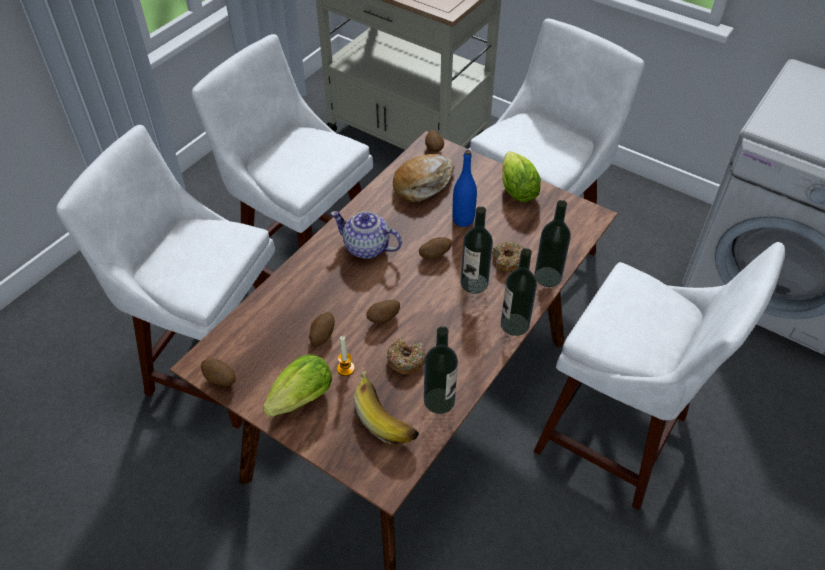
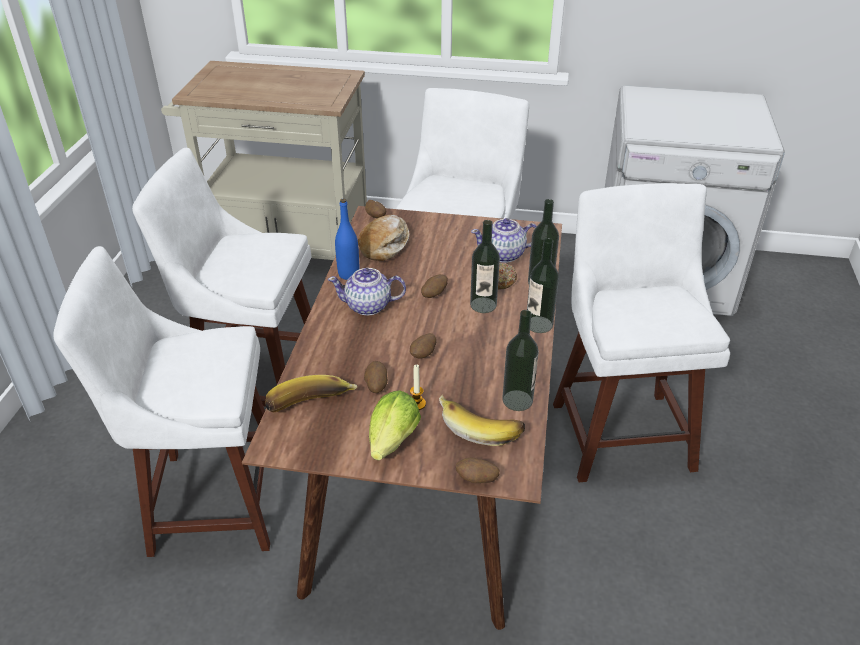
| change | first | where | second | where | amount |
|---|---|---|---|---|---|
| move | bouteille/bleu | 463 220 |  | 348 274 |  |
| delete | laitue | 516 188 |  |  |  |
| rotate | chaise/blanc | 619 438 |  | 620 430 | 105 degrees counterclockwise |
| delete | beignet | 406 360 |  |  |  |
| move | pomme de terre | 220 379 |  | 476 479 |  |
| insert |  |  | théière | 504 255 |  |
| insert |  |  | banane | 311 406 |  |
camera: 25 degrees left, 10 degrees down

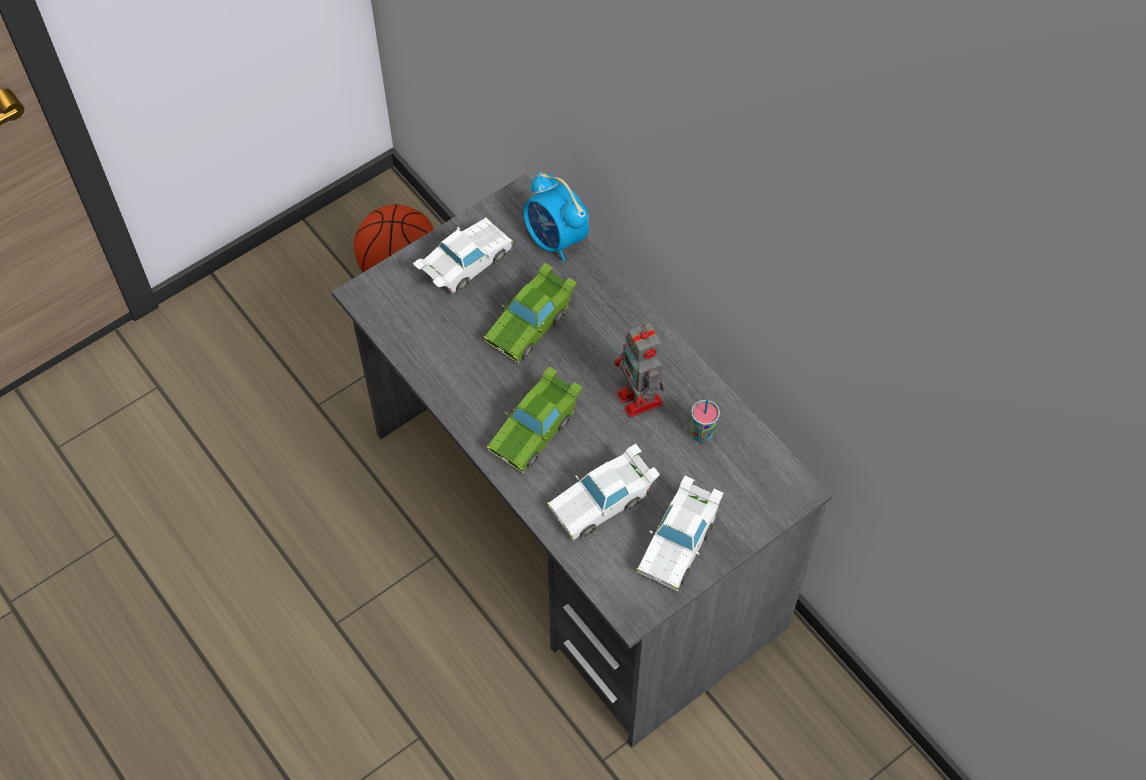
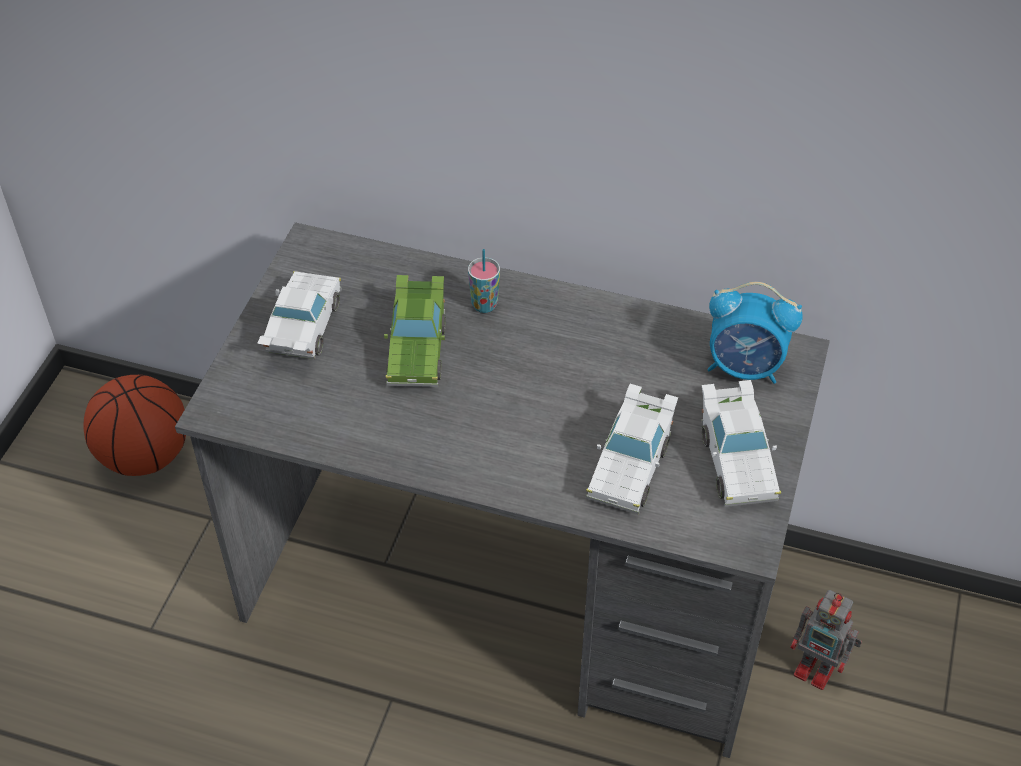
| change | first | where | second | where | amount |
|---|---|---|---|---|---|
| move | réveil | 555 240 |  | 745 367 |  |
| move | robot jouet | 640 400 |  | 818 669 |  |
| delete | petite voiture/vert | 535 430 |  |  |  |
| move | tasse | 702 434 |  | 484 305 |  |
camera: 35 degrees left, 10 degrees down

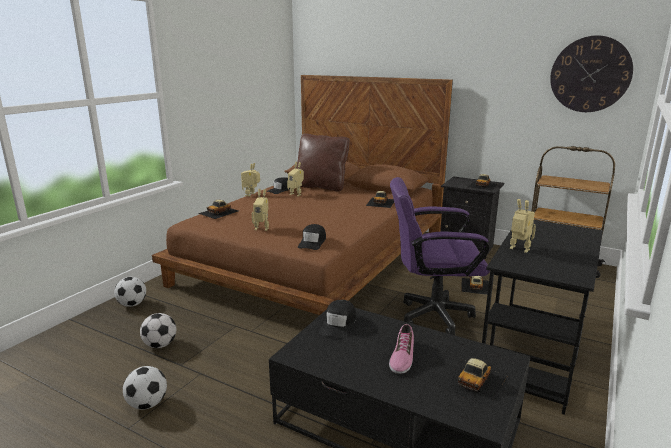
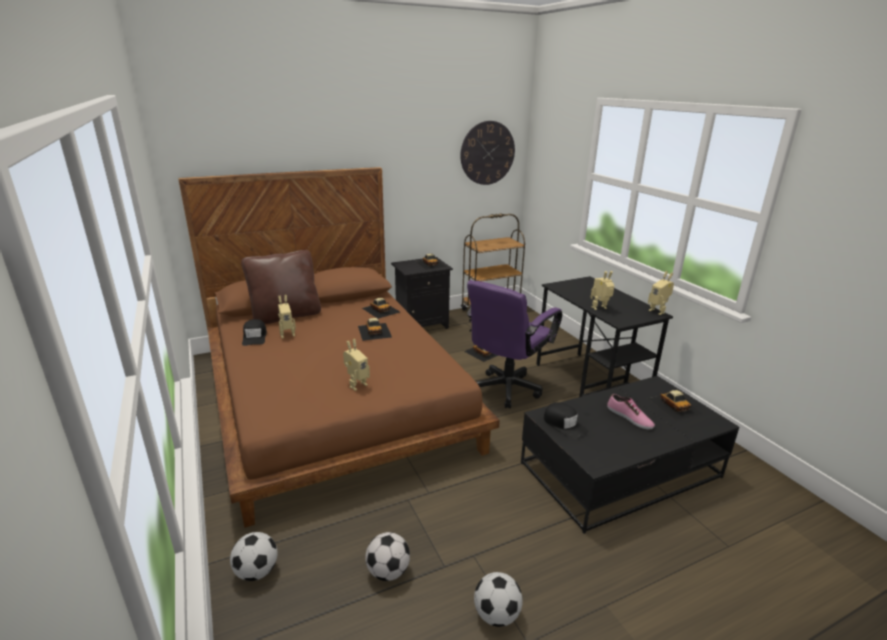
| change | first | where | second | where | amount |
|---|---|---|---|---|---|
| move | robot jouet | 251 195 |  | 658 311 |  |
| move | petite voiture | 219 212 |  | 374 331 |  |
| delete | casquette/noir | 312 242 |  |  |  |
camera: 55 degrees left, 5 degrees up

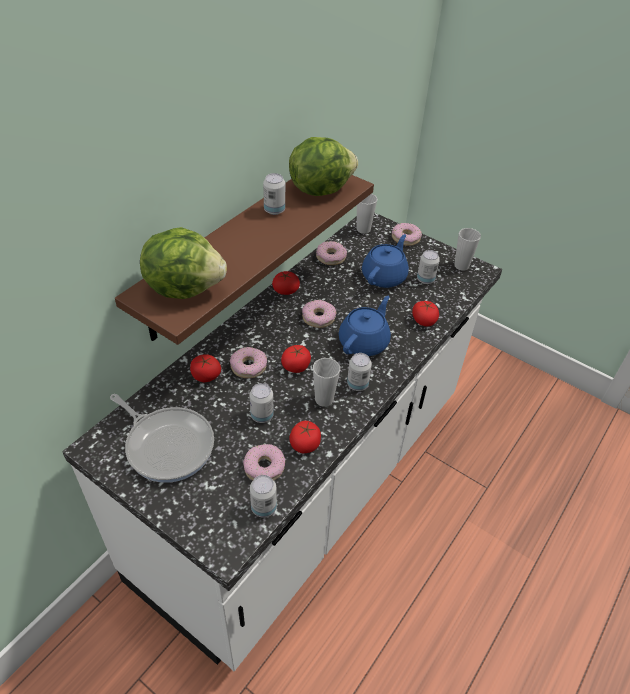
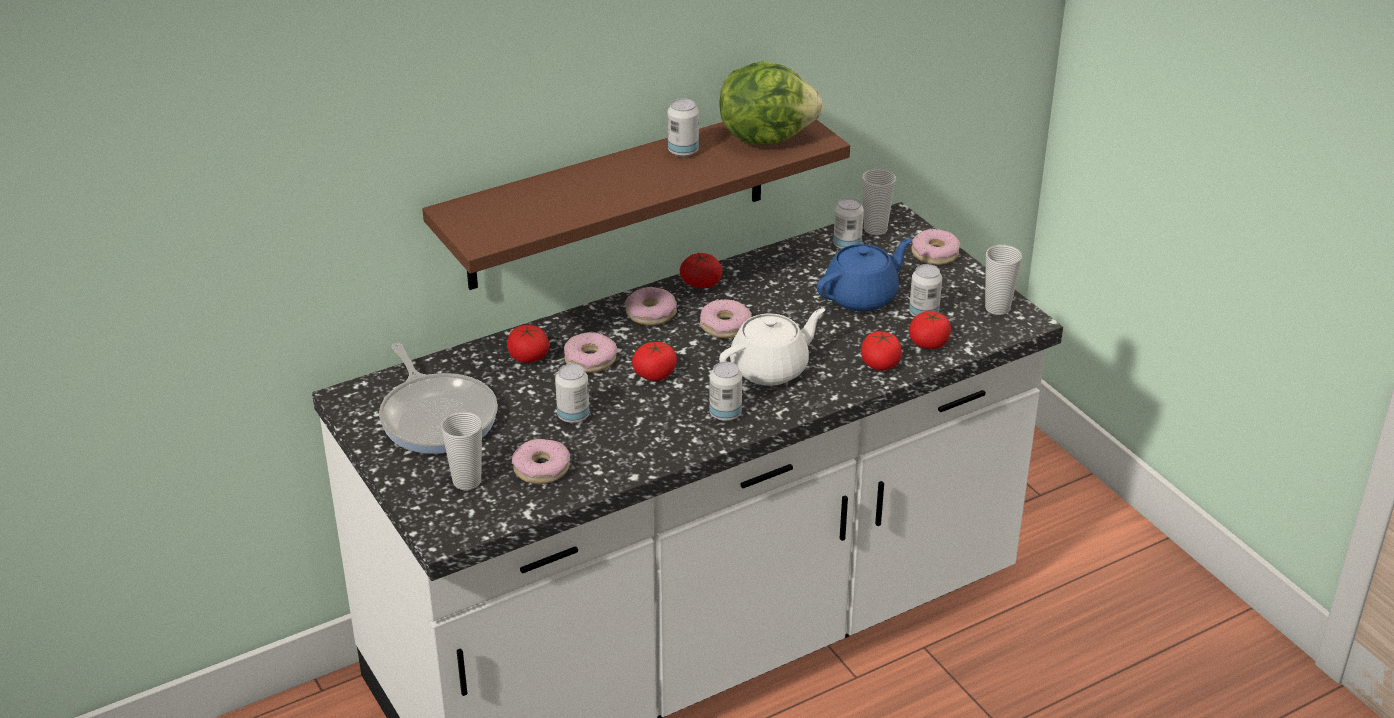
| change | first | where | second | where | amount |
|---|---|---|---|---|---|
| delete | laitue | 185 287 |  |  |  |
| move | beignet | 331 257 |  | 651 313 |  |
| recolor | théière/bleu | 364 342 | théière/blanc | 771 369 |  |
| move | tasse | 324 399 |  | 467 481 |  |
| move | tomate | 305 444 |  | 929 342 |  |
| move | boîte métallique | 263 507 |  | 847 245 |  |
camera: 25 degrees right, 10 degrees down

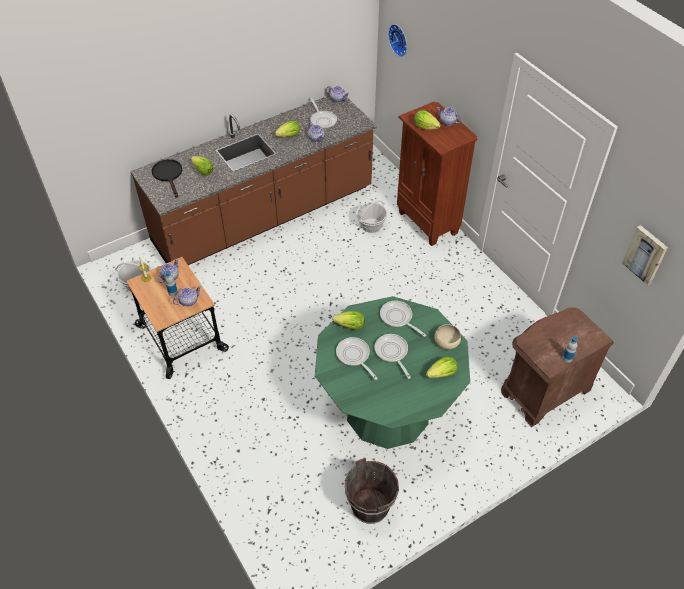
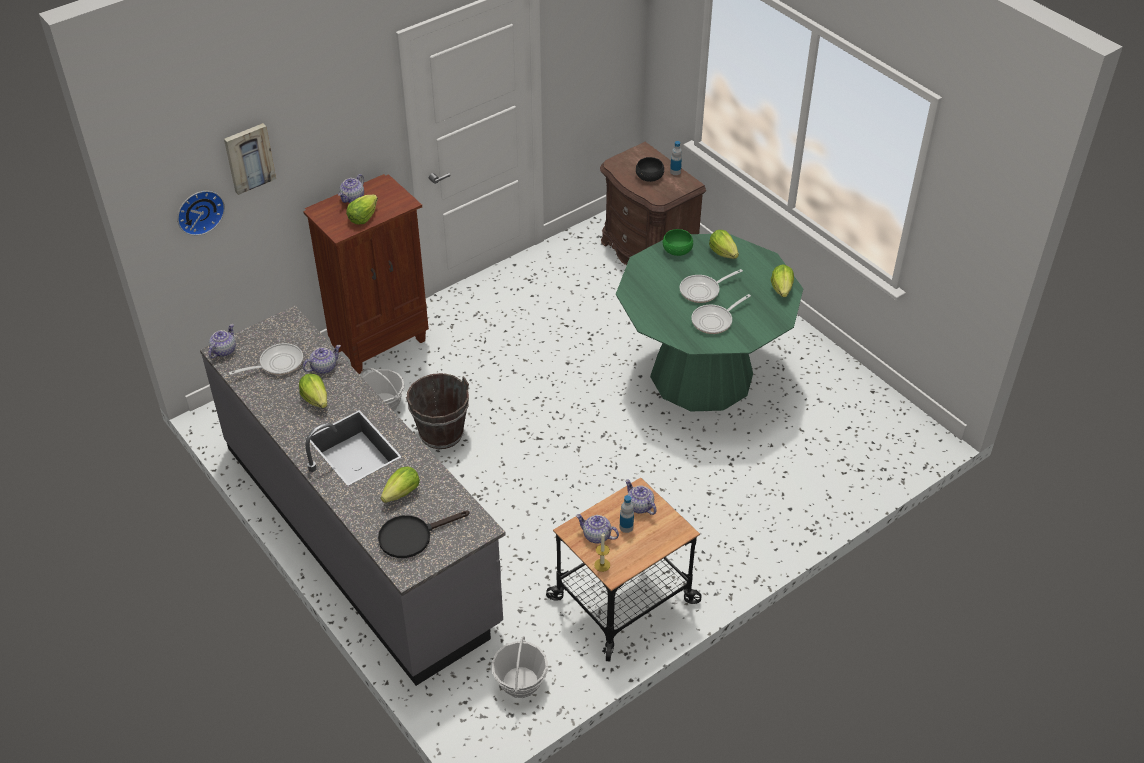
| change | first | where | second | where | amount |
|---|---|---|---|---|---|
| recolor | comptoir de cuisine/marron | 264 216 | comptoir de cuisine/gris | 360 533 |  |
| move | tableau | 645 254 |  | 249 157 |  |
| delete | poêle | 398 318 |  |  |  |
| move | laitue | 350 326 |  | 782 289 |  |
| recolor | bol/beige | 446 341 | bol/vert | 677 249 |  |
| move | seau/marron | 370 506 |  | 441 433 |  |
| insert |  |  | bol/noir | 649 176 |  |
camera: 95 degrees left, 5 degrees down

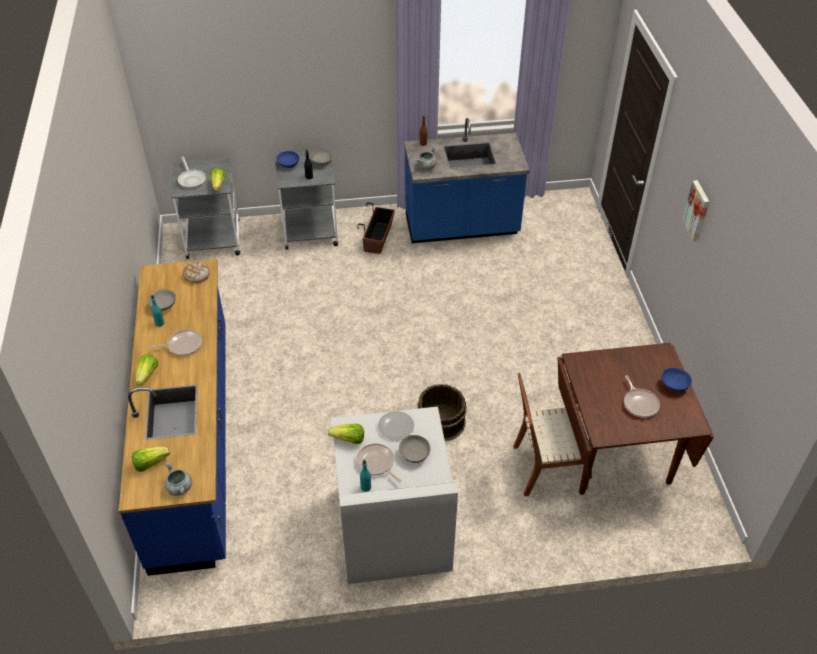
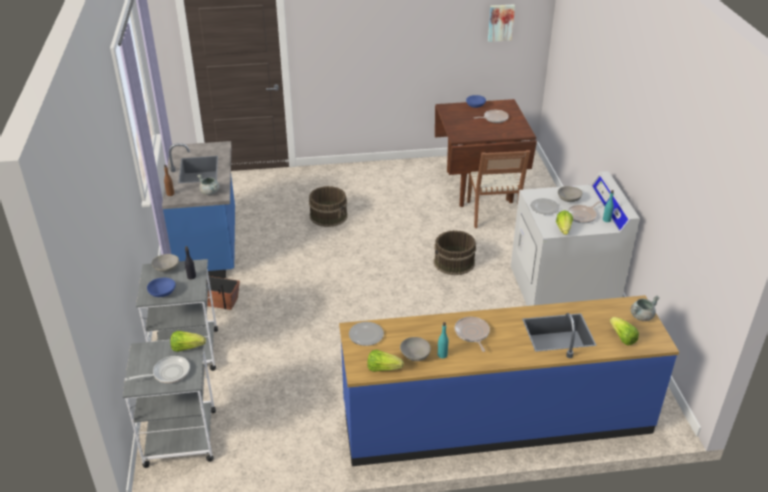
| change | first | where | second | where | amount |
|---|---|---|---|---|---|
| move | tableau | 697 210 |  | 500 22 |  |
| replace | pain | 196 275 | assiette | 366 335 |  |
| move | laitue | 147 375 |  | 383 368 |  |
| insert |  |  | seau/marron | 329 215 |  |
camera: 90 degrees left, 10 degrees down

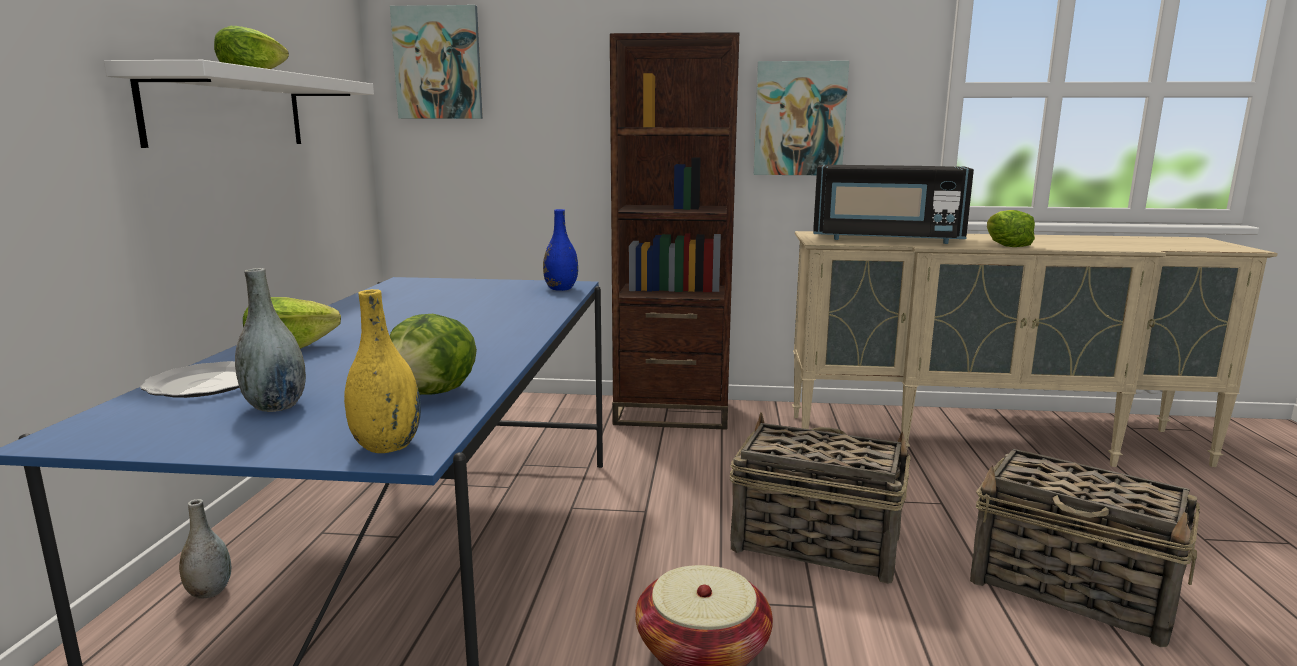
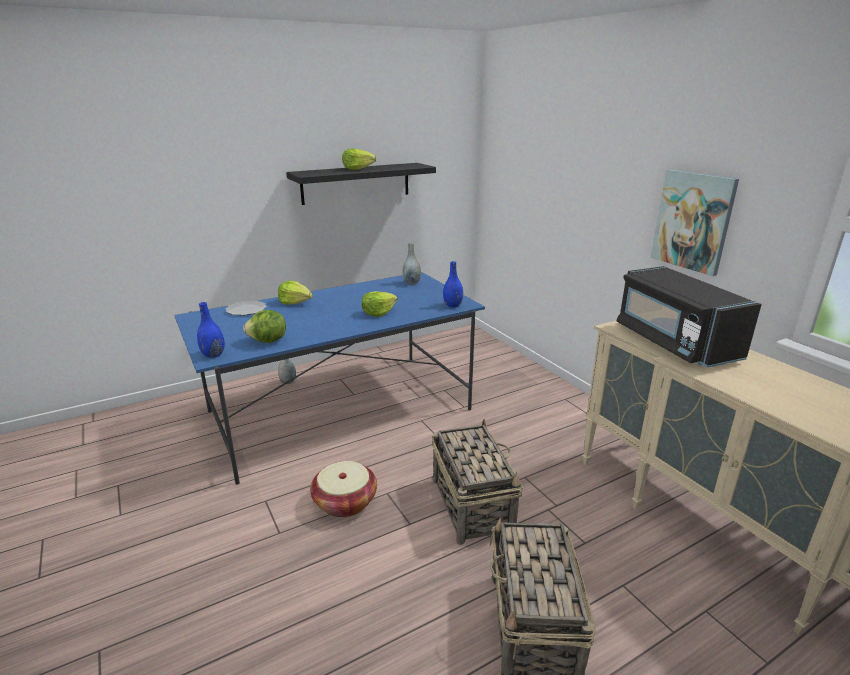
| change | first | where | second | where | amount |
|---|---|---|---|---|---|
| delete | tableau | 438 63 |  |  |  |
| delete | bibliothèque/marron | 672 413 |  |  |  |
| recolor | étagère/blanc | 227 110 | étagère/noir | 356 183 |  |
| move | laitue | 1005 245 |  | 378 313 |  |
| move | vase/gris | 275 406 |  | 411 283 |  |
| recolor | vase/jaune | 386 446 | vase/bleu | 213 355 |  |
camera: 55 degrees right, 10 degrees up

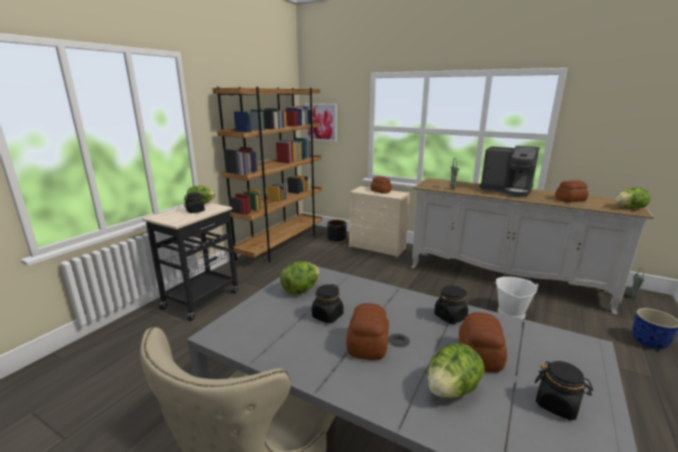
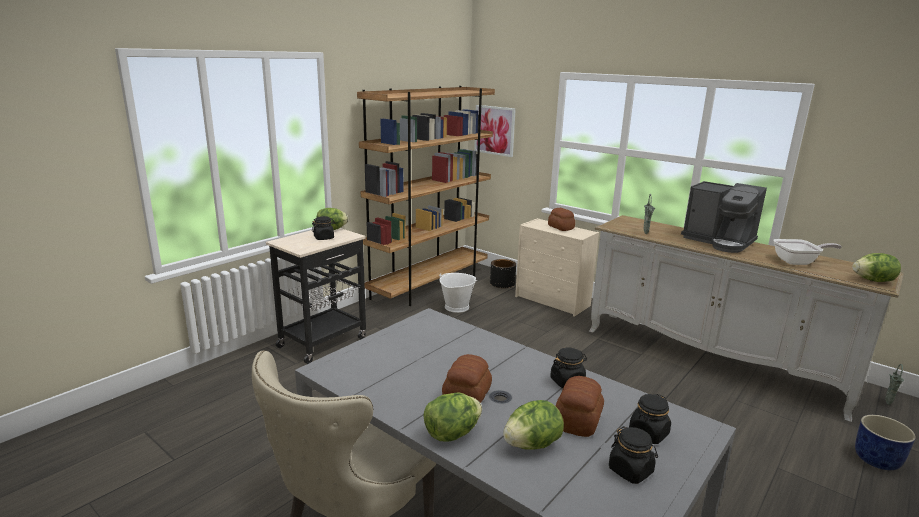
| change | first | where | second | where | amount |
|---|---|---|---|---|---|
| replace | pain | 570 200 | poêle | 798 262 |  |
| move | laitue | 300 290 |  | 452 434 |  |
| move | seau/blanc | 510 313 |  | 456 307 |  |
| move | bocal/noir | 327 316 |  | 648 433 |  |
camera: 10 degrees right, 0 degrees up

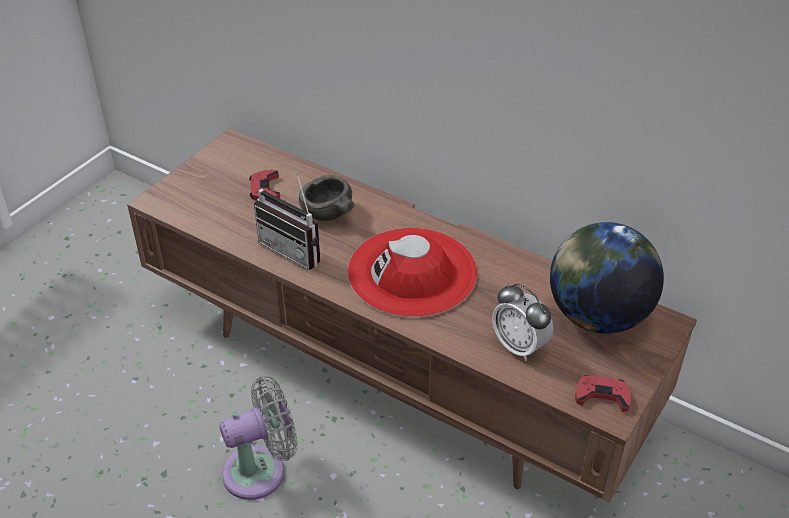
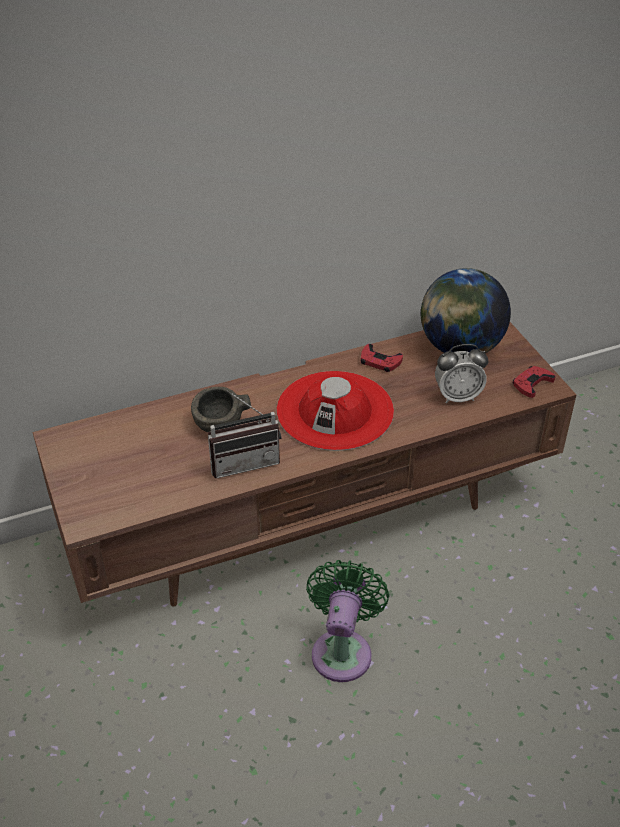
| change | first | where | second | where | amount |
|---|---|---|---|---|---|
| move | manette/rouge | 264 189 |  | 379 361 |  |
| recolor | ventilateur/gris | 261 470 | ventilateur/vert | 343 649 |  |
camera: 55 degrees left, 0 degrees up

